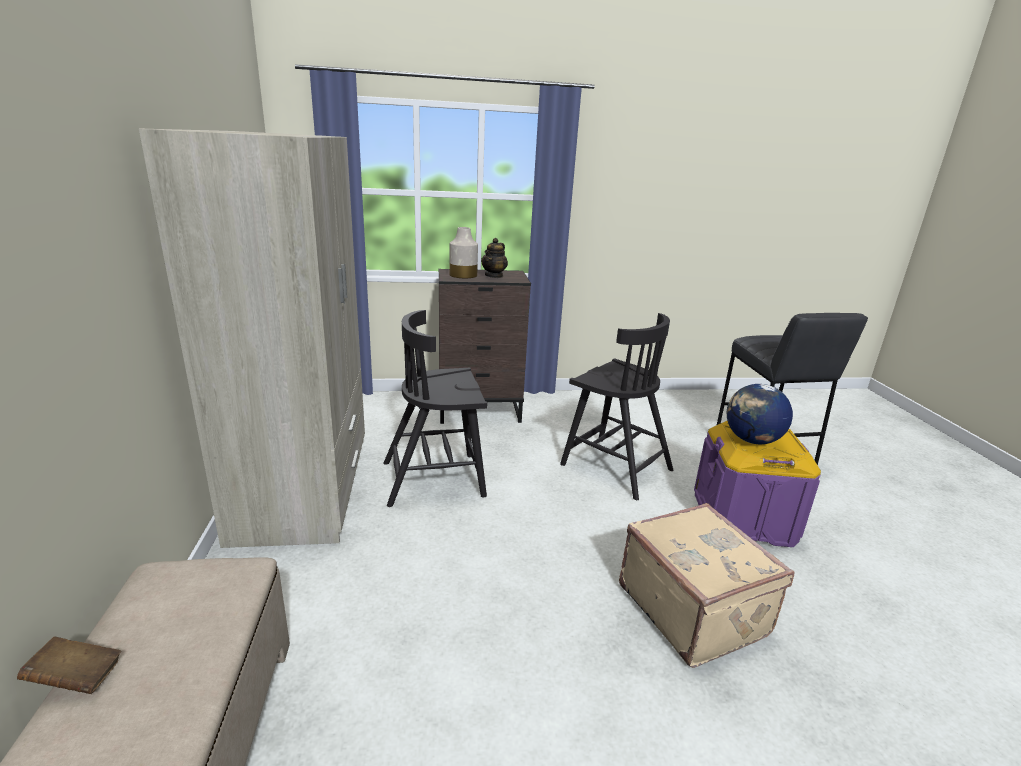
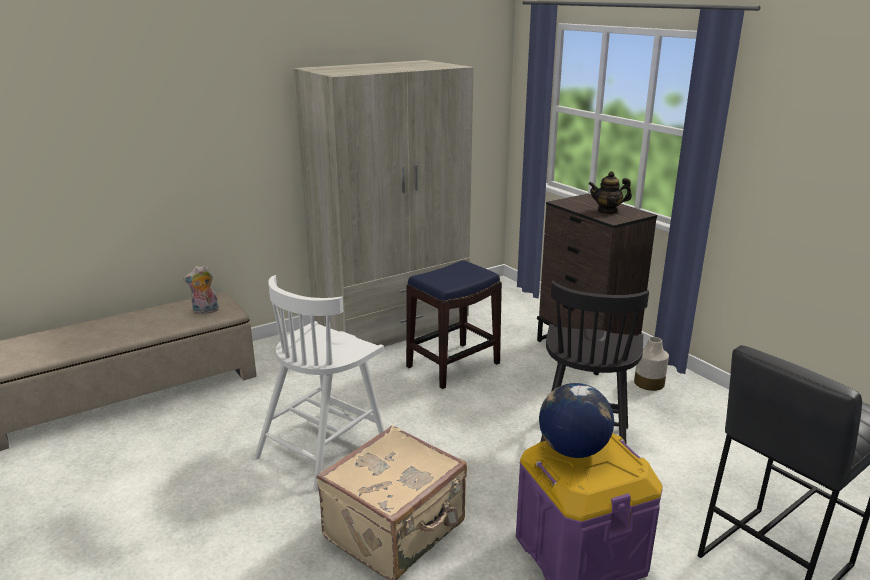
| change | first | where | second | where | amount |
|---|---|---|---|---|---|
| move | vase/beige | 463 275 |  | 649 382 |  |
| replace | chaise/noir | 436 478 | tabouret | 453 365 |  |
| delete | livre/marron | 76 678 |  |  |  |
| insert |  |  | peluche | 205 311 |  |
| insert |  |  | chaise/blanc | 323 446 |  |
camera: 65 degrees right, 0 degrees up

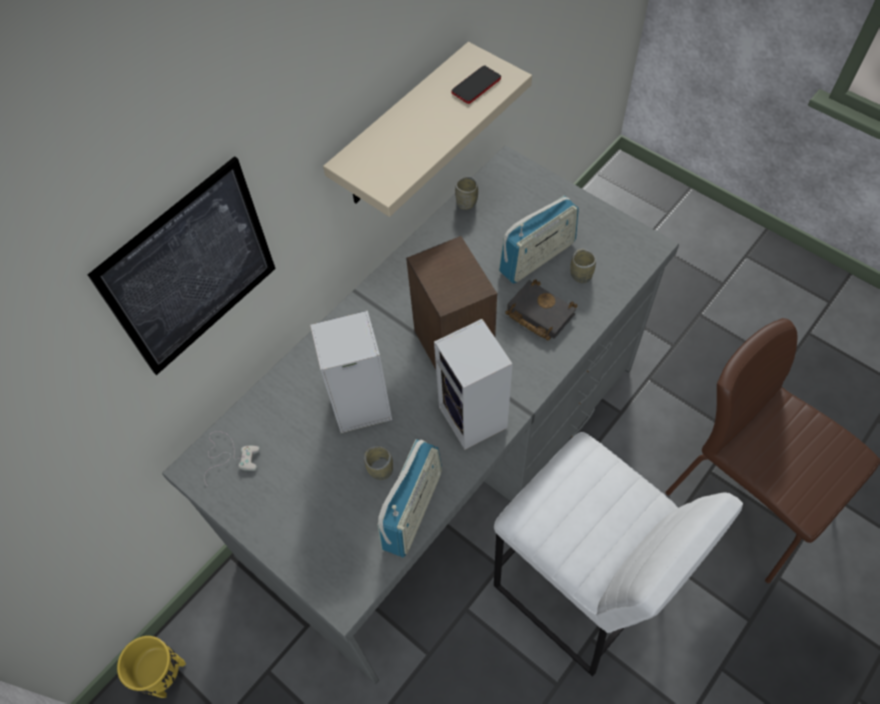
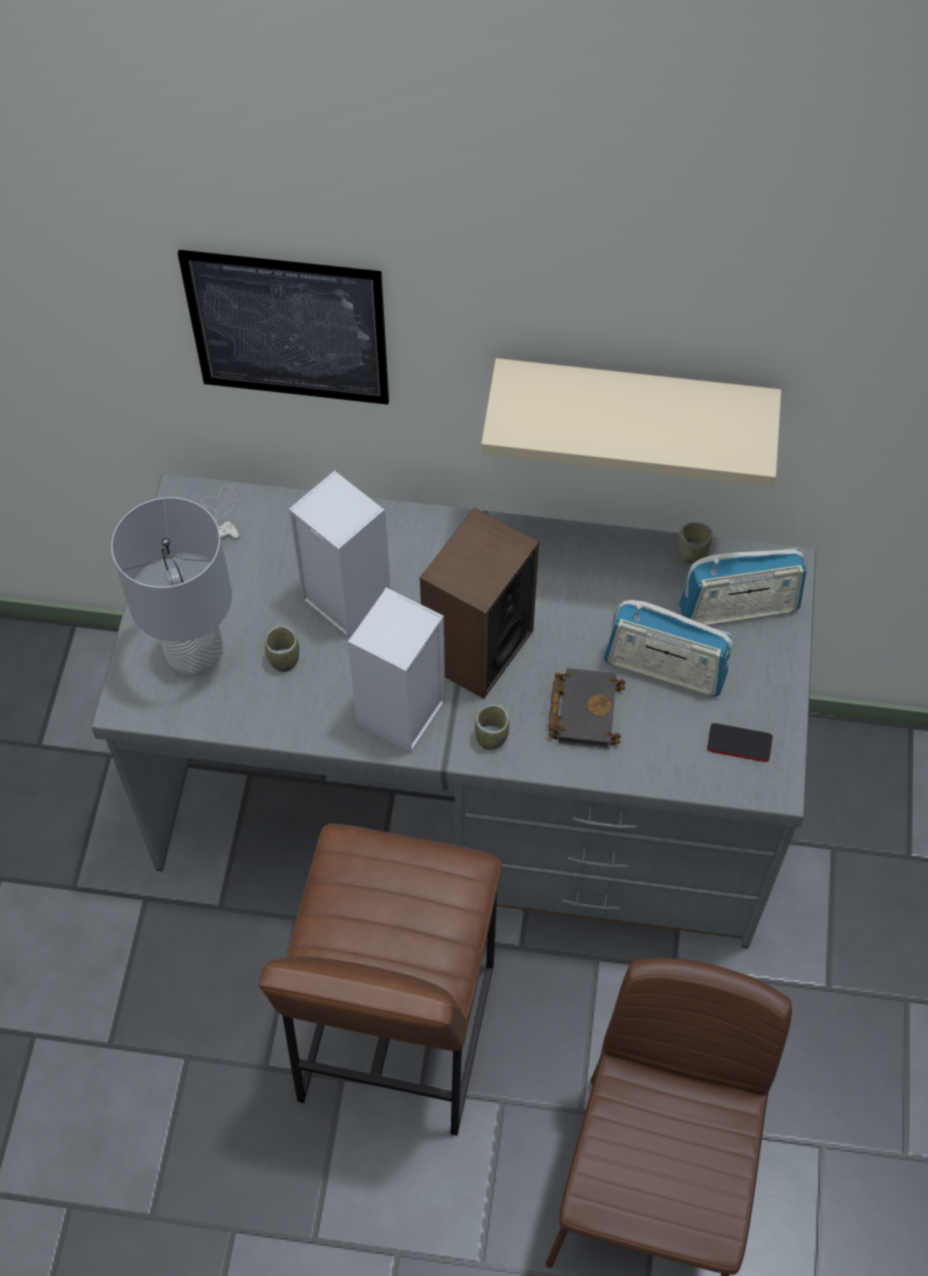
| change | first | where | second | where | amount |
|---|---|---|---|---|---|
| move | téléphone | 476 85 |  | 739 743 |  |
| move | tasse | 581 275 |  | 491 737 |  |
| recolor | tabouret/blanc | 580 589 | tabouret/marron | 396 1035 |  |
| move | radio | 412 509 |  | 738 609 |  |
| delete | cache-pot/jaune | 165 674 |  |  |  |
| insert |  |  | lampe de table/gris | 194 655 |  |
camera: 55 degrees right, 0 degrees up

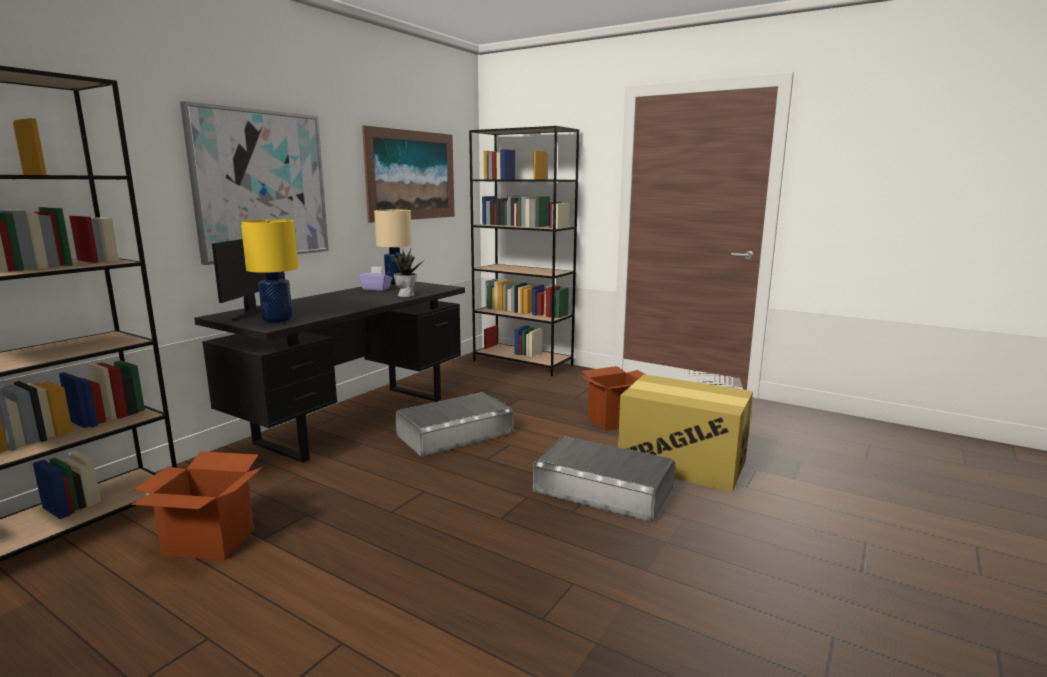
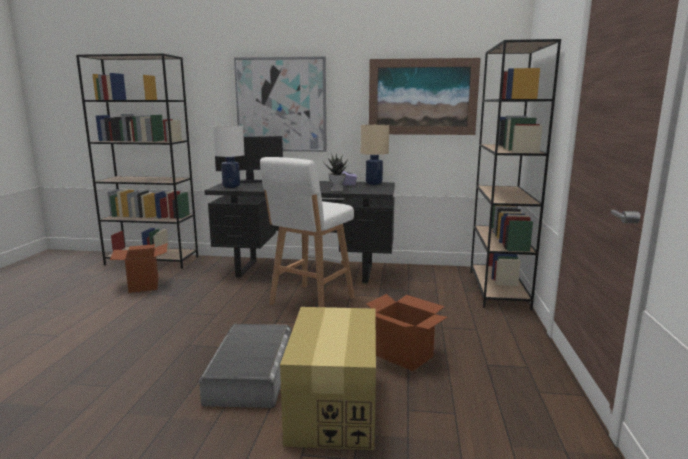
| change | first | where | second | where | amount |
|---|---|---|---|---|---|
| recolor | lampe de table/jaune | 278 321 | lampe de table/blanc | 231 187 |  |
| replace | boîte de rangement/gris | 455 434 | tabouret/blanc | 310 302 |  |
camera: 65 degrees right, 0 degrees up

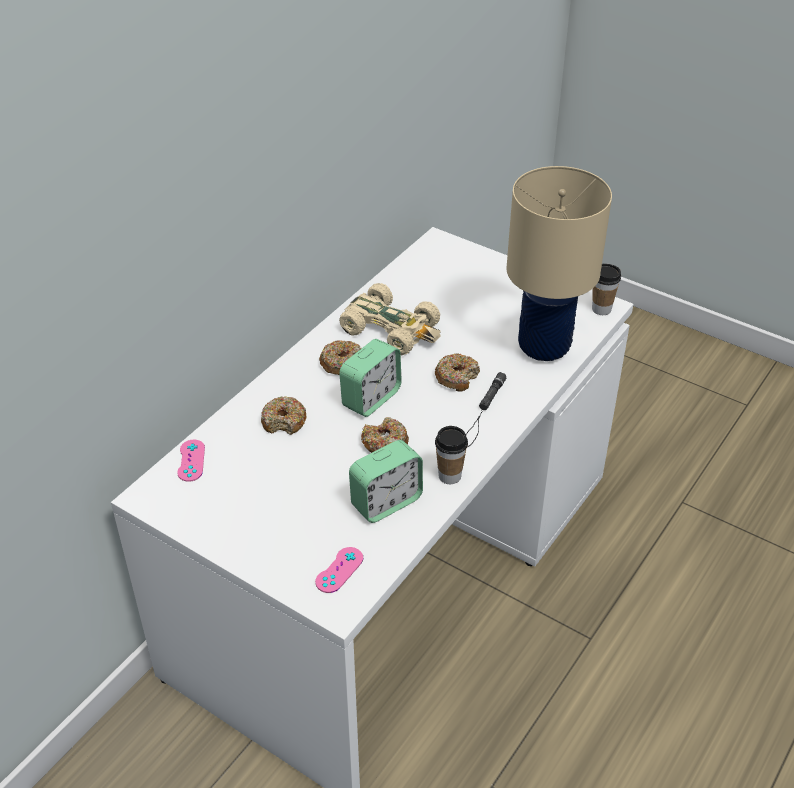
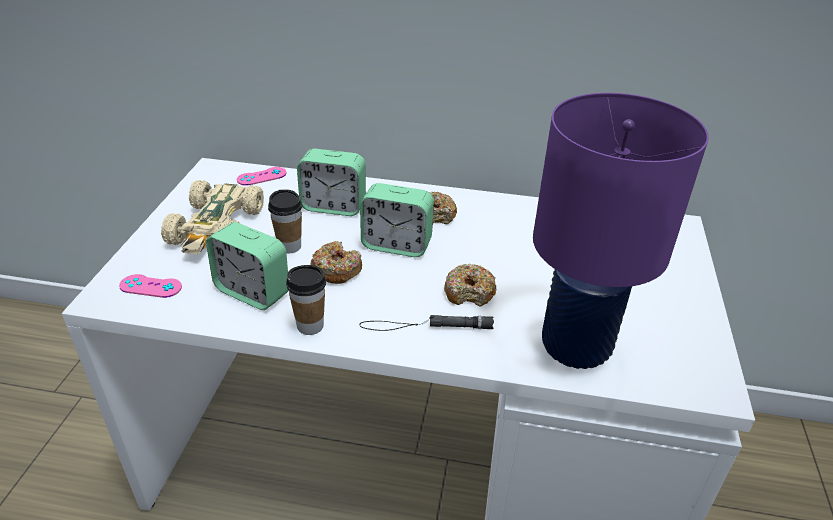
| change | first | where | second | where | amount |
|---|---|---|---|---|---|
| recolor | lampe de table/beige | 544 349 | lampe de table/violet | 575 351 |  |
| move | tasse | 601 309 |  | 289 246 |  |
| move | petite voiture/beige | 392 329 |  | 217 228 |  |
| replace | beignet | 284 422 | réveil | 333 206 |  |
camera: 65 degrees right, 5 degrees down

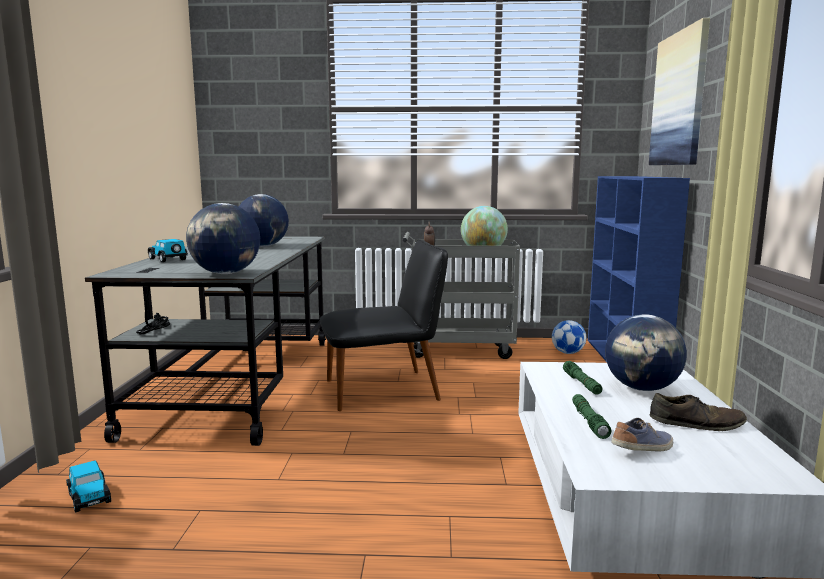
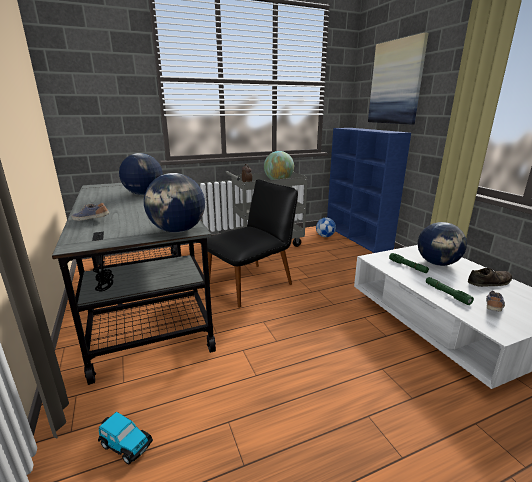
| change | first | where | second | where | amount |
|---|---|---|---|---|---|
| replace | petite voiture | 168 259 | chaussure | 91 219 |  |
camera: 25 degrees left, 10 degrees up

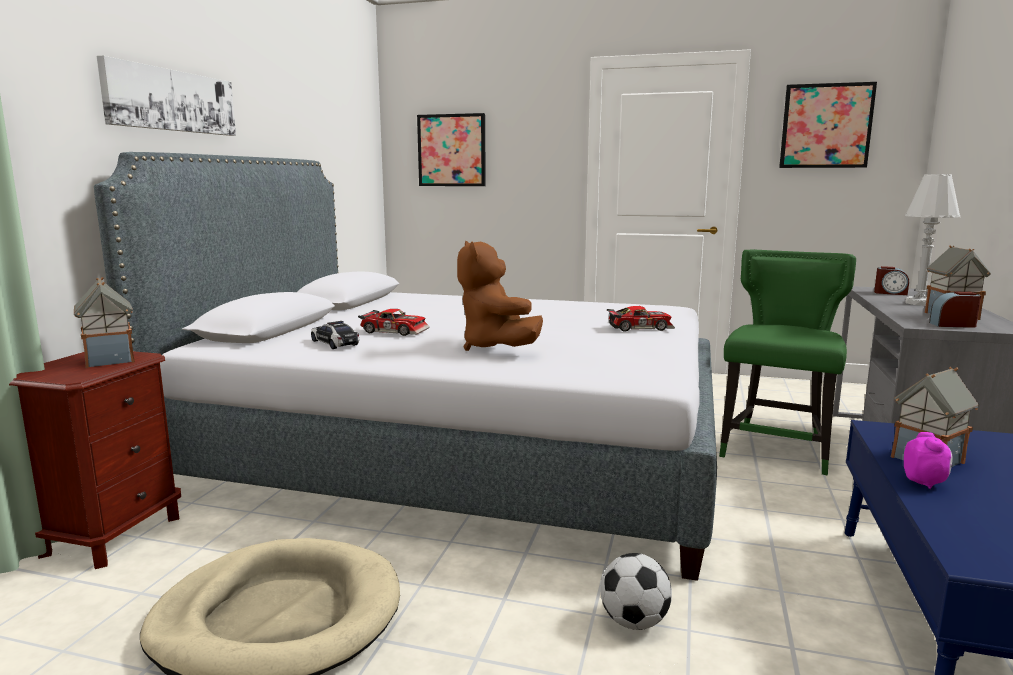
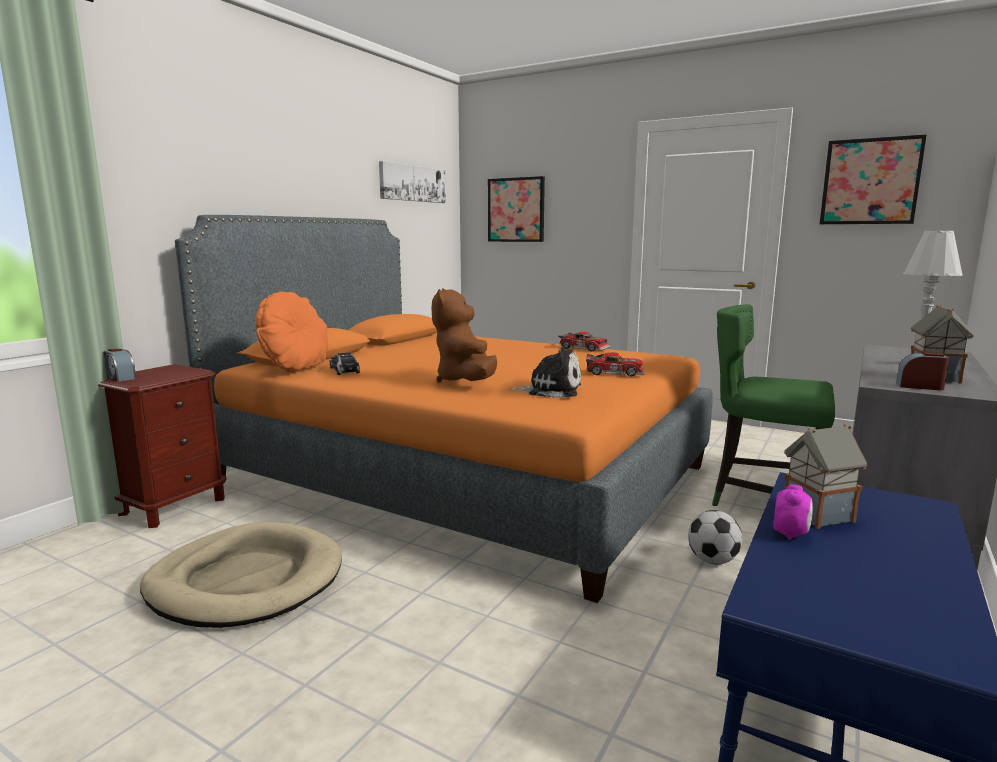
| change | first | where | second | where | amount |
|---|---|---|---|---|---|
| move | tableau | 171 100 |  | 412 183 |  |
| recolor | lit/gris | 457 454 | lit/orange | 461 474 |  |
| rotate | chaise/vert | 777 448 |  | 762 499 | 105 degrees counterclockwise |
| move | réveil | 890 293 |  | 120 378 |  |
| delete | maison miniature | 110 360 |  |  |  |
| move | petite voiture | 395 330 |  | 584 348 |  |
| move | ballon de foot | 634 622 |  | 712 561 |  |
| insert |  |  | coussin/orange | 295 369 |  |
| insert |  |  | peluche | 551 390 |  |
camera: 15 degrees right, 0 degrees up

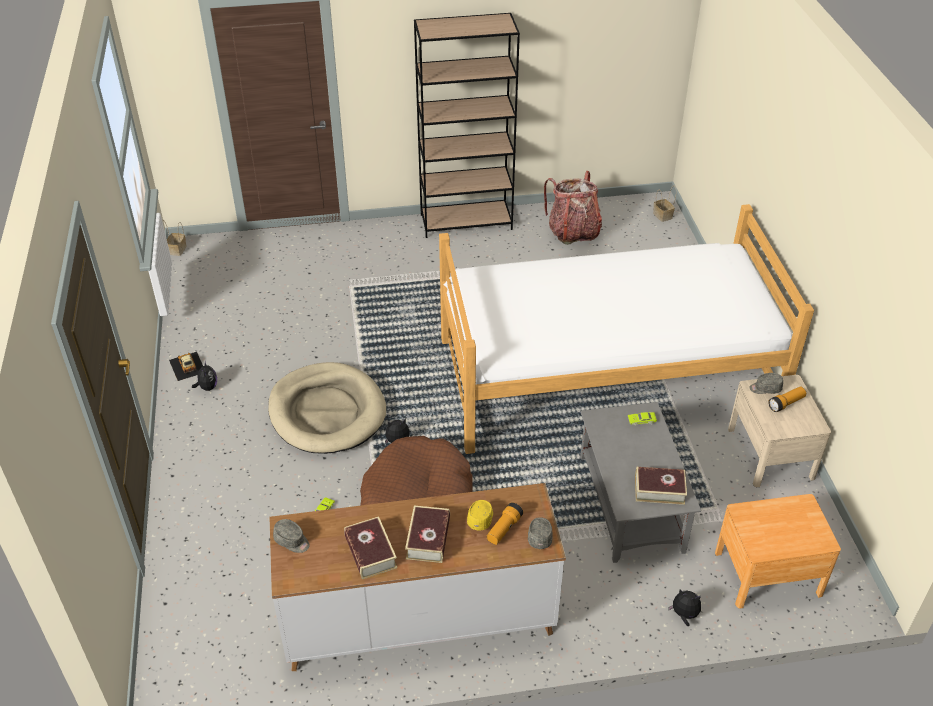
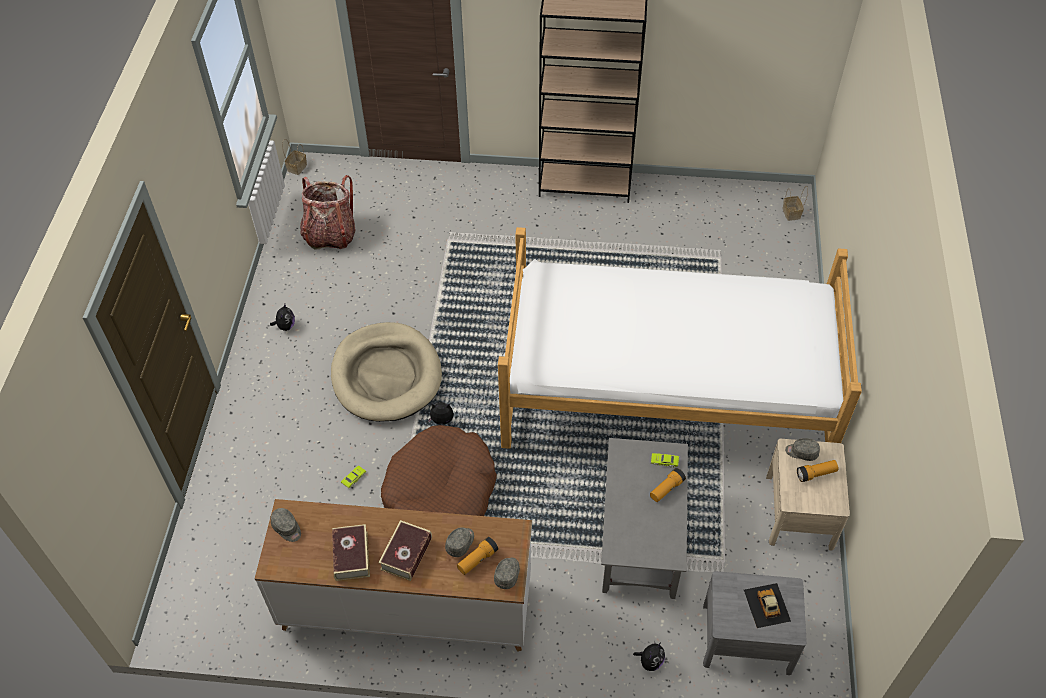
| change | first | where | second | where | amount |
|---|---|---|---|---|---|
| move | sac à dos | 573 232 |  | 330 234 |  |
| move | petite voiture | 187 366 |  | 767 605 |  |
| delete | livre | 659 490 |  |  |  |
| recolor | table de chevet/marron | 767 573 | table de chevet/gris | 746 638 |  |
| recolor | casquette/jaune | 481 517 | casquette/gris | 460 543 |  |
| rotate | peluche | 684 615 |  | 650 661 | 90 degrees clockwise |
| insert |  |  | lampe de poche | 666 489 |  |
camera: 15 degrees right, 10 degrees up

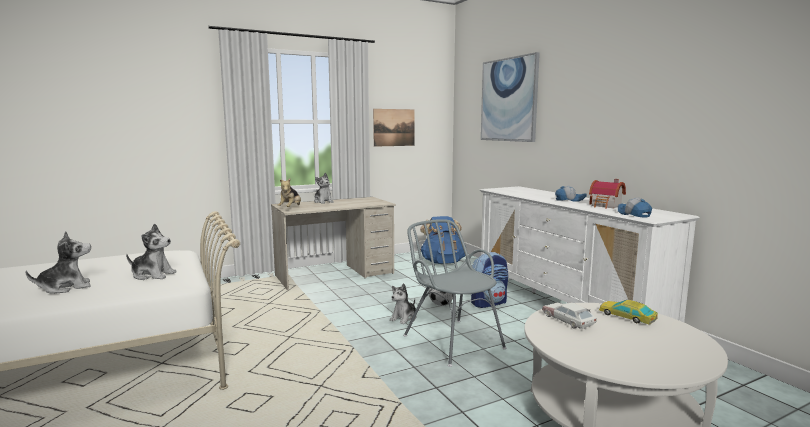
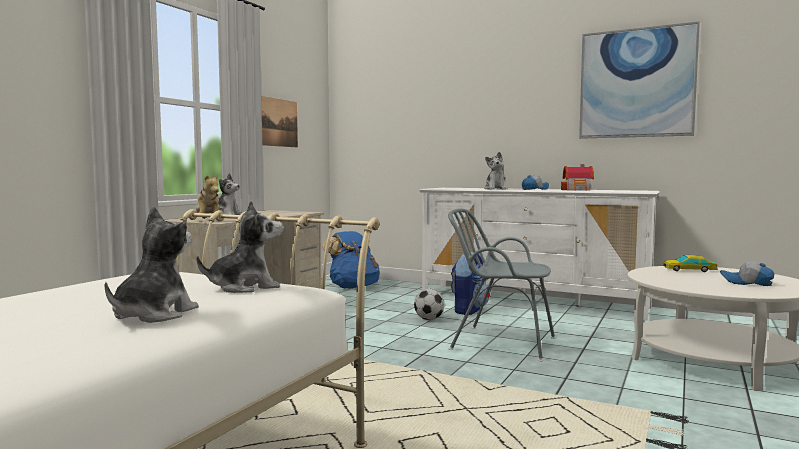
| change | first | where | second | where | amount |
|---|---|---|---|---|---|
| move | tableau | 508 100 |  | 636 83 |  |
| move | casquette | 633 214 |  | 746 283 |  |
| move | peluche | 404 318 |  | 496 189 |  |
| delete | petite voiture | 568 320 |  |  |  |
camera: 35 degrees left, 5 degrees down

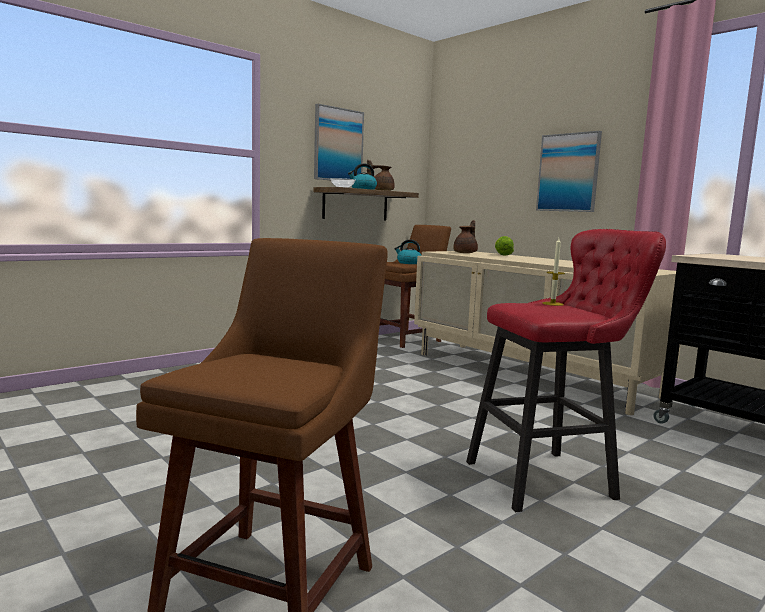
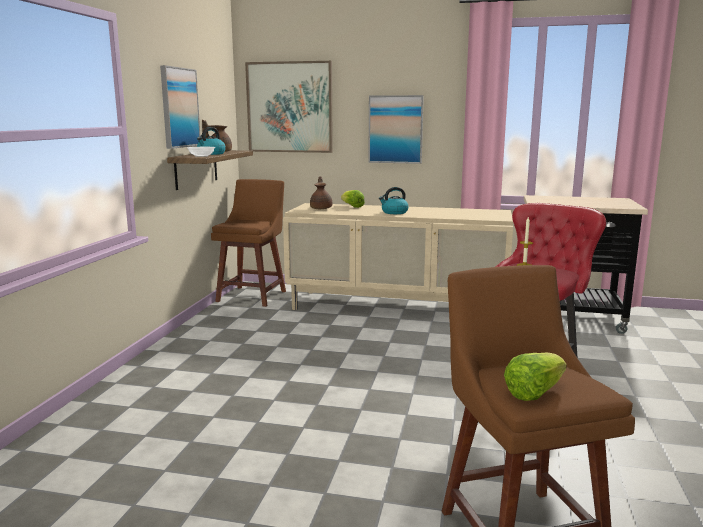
| change | first | where | second | where | amount |
|---|---|---|---|---|---|
| move | bouilloire | 408 263 |  | 394 212 |  |
| insert |  |  | tableau | 289 107 |  |
| insert |  |  | laitue | 534 392 |  |
camera: 35 degrees left, 5 degrees up

